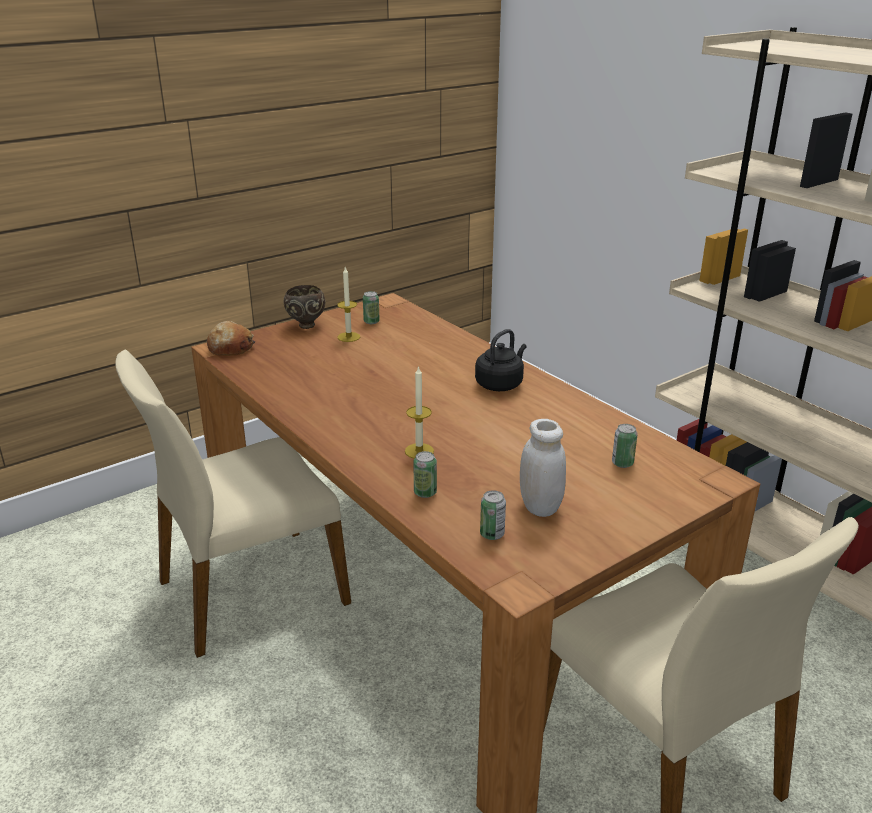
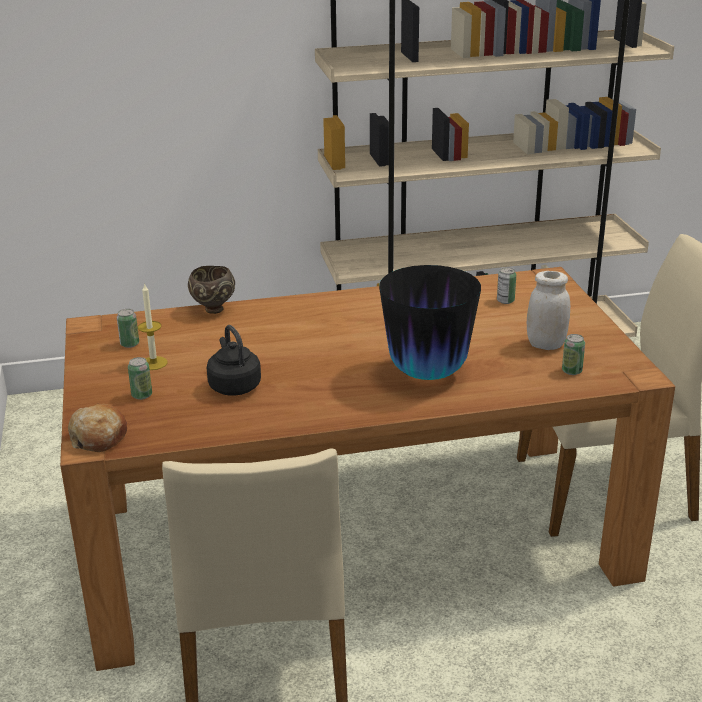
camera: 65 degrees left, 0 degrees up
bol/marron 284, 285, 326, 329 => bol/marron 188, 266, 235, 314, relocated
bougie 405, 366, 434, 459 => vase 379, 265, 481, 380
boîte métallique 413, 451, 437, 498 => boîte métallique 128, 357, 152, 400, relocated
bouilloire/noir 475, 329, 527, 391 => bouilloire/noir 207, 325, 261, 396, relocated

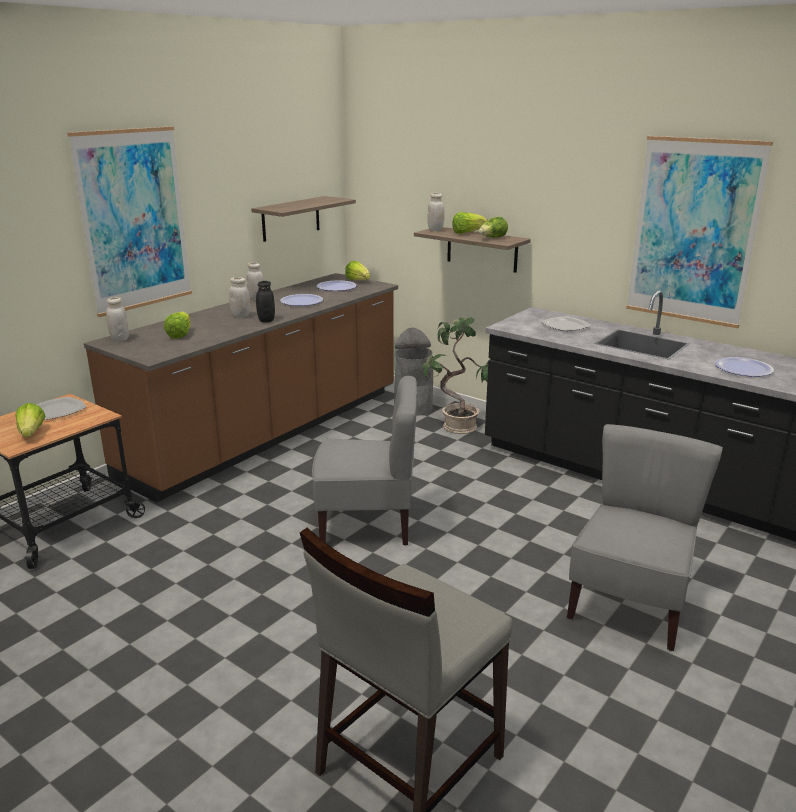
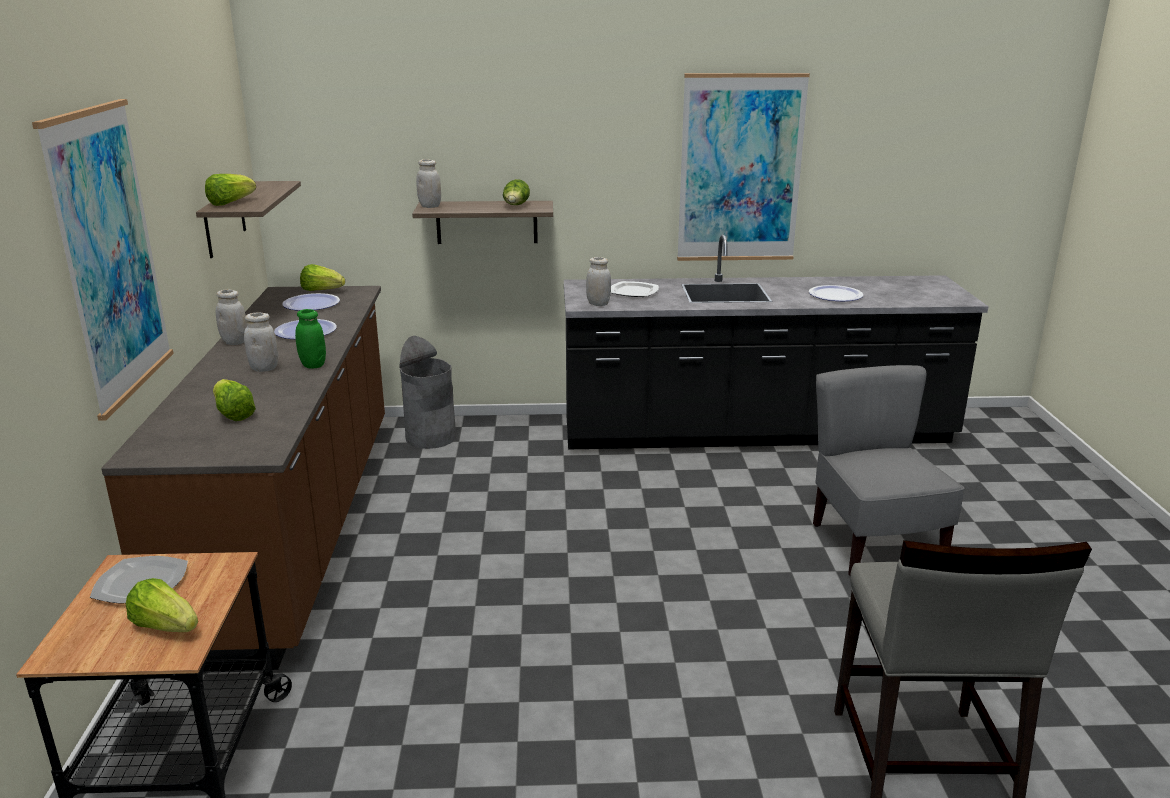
camera: 40 degrees left, 0 degrees up
bocal/blanc 106, 297, 129, 342 => bocal/blanc 586, 257, 611, 306, relocated
bocal/noir 256, 281, 275, 323 => bocal/vert 295, 309, 326, 369
chaise/gris 312, 376, 418, 545 => nothing
plante en pot 420, 317, 488, 434 => nothing
laitue 452, 212, 488, 234 => laitue 205, 174, 256, 206, relocated

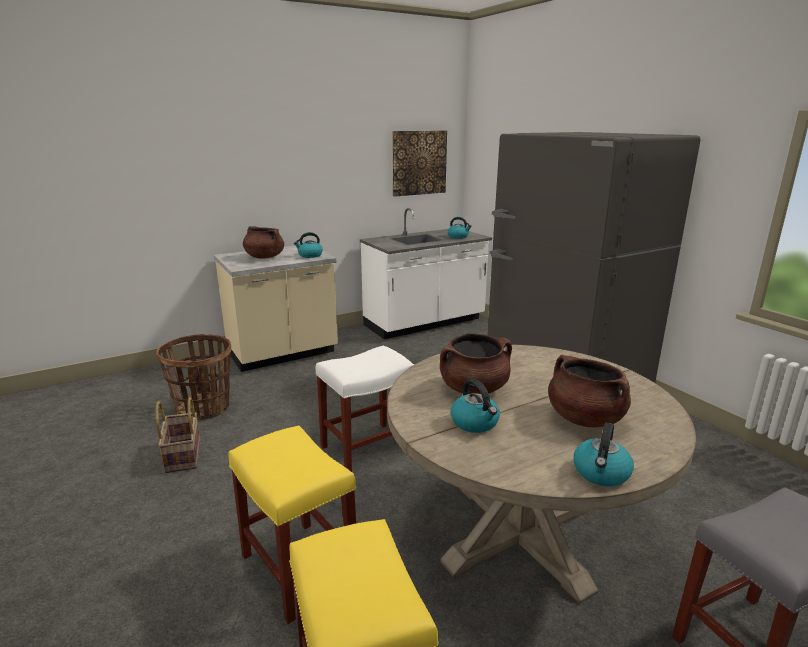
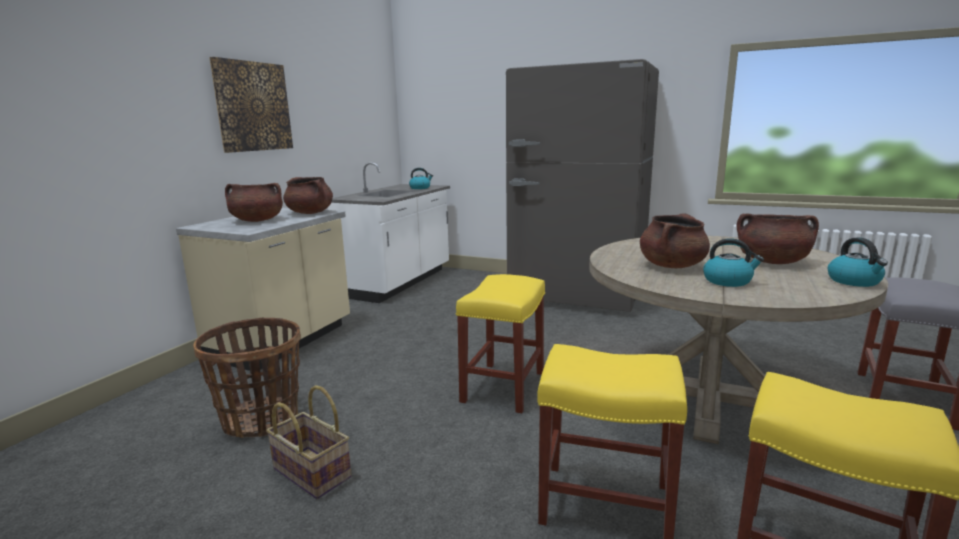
camera: 35 degrees left, 5 degrees down
bouilloire 294, 232, 323, 258 => marmite/marron 283, 177, 333, 214
tabouret/blanc 316, 346, 414, 472 => tabouret/jaune 456, 274, 545, 413
tableau 392, 130, 447, 197 => tableau 209, 57, 293, 153, relocated

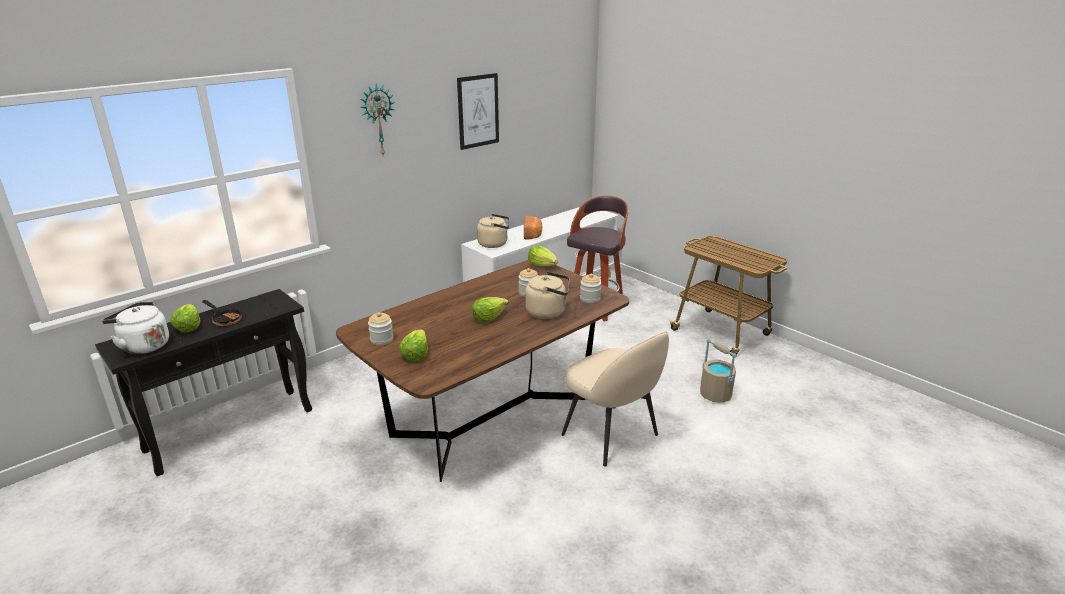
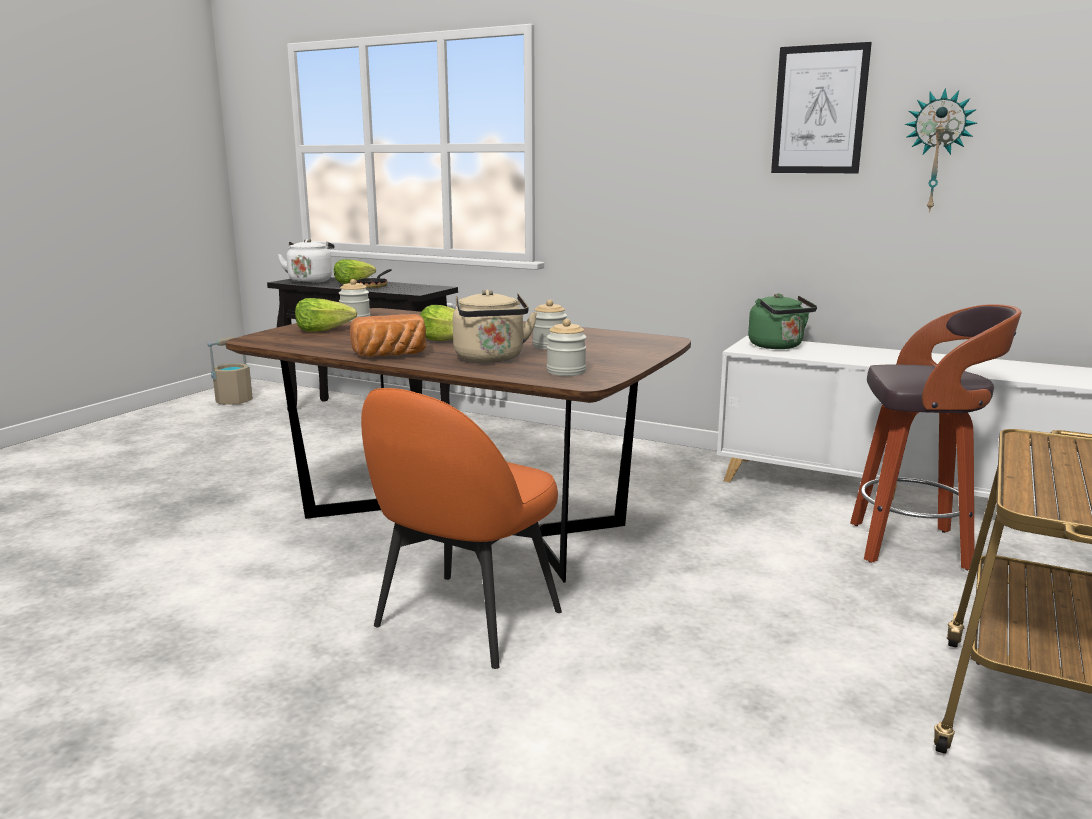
camera: 70 degrees right, 10 degrees down
horloge murale 360, 84, 395, 155 => horloge murale 905, 88, 977, 213, relocated
bouilloire/beige 477, 214, 509, 248 => bouilloire/vert 748, 293, 817, 349
pain 524, 216, 542, 239 => pain 350, 314, 426, 357, relocated
laitue 528, 245, 558, 266 => nothing
chaise/beige 562, 331, 669, 466 => chaise/orange 361, 388, 562, 669
seau/beige 700, 339, 737, 403 => seau/beige 208, 337, 253, 405, relocated

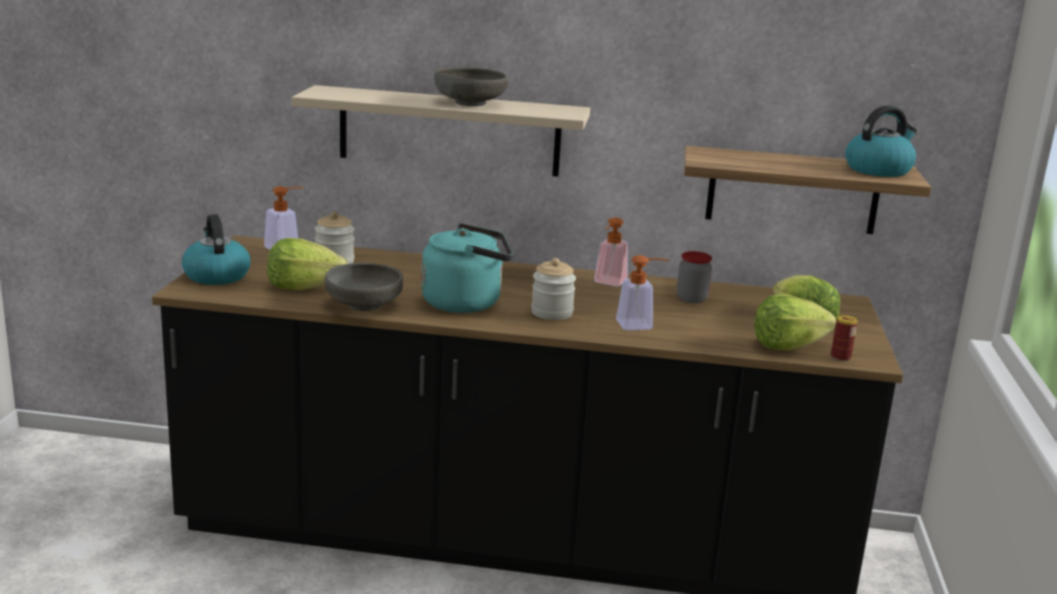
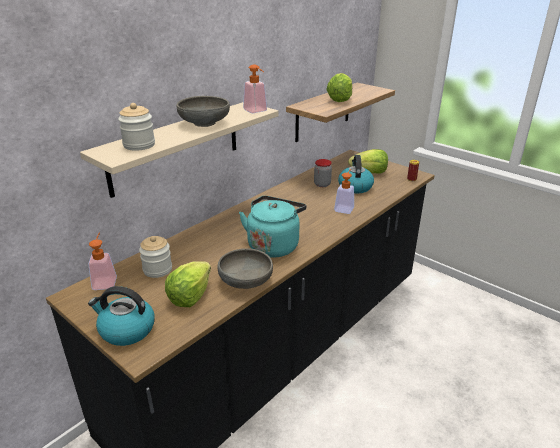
camera: 55 degrees left, 10 degrees up
bocal 531, 258, 576, 320 => bocal 118, 103, 155, 151, relocated
distributeur de savon 594, 218, 628, 287 => distributeur de savon 243, 65, 267, 113, relocated
laitue 754, 294, 836, 350 => laitue 326, 73, 352, 102, relocated
bouilloire 845, 106, 917, 177 => bouilloire 338, 155, 374, 193, relocated

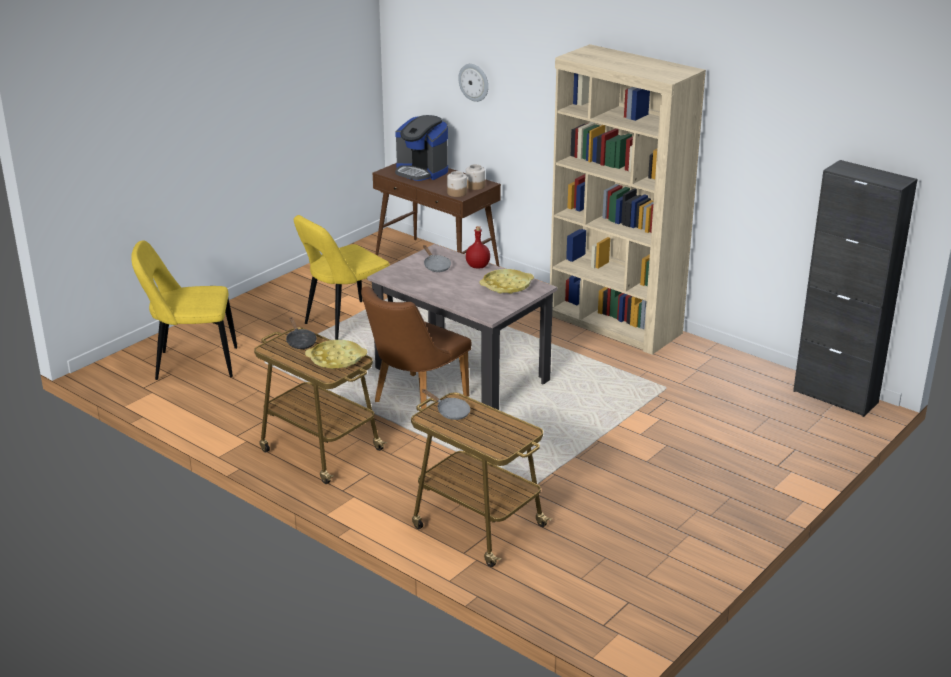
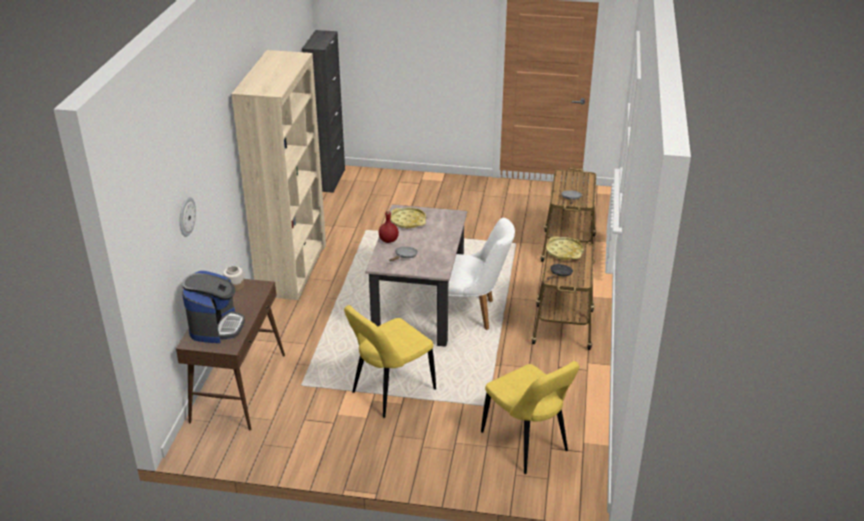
camera: 120 degrees left, 5 degrees up
chaise/jaune 294, 215, 393, 340 => chaise/jaune 344, 305, 436, 418, 120 degrees clockwise
chaise/marron 361, 286, 472, 409 => chaise/blanc 436, 218, 515, 330
bocal 447, 171, 467, 197 => nothing

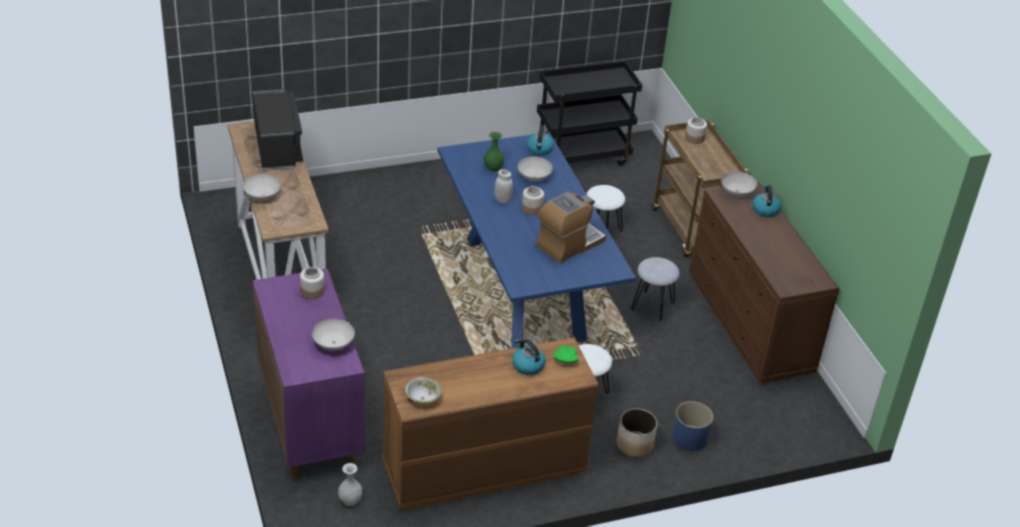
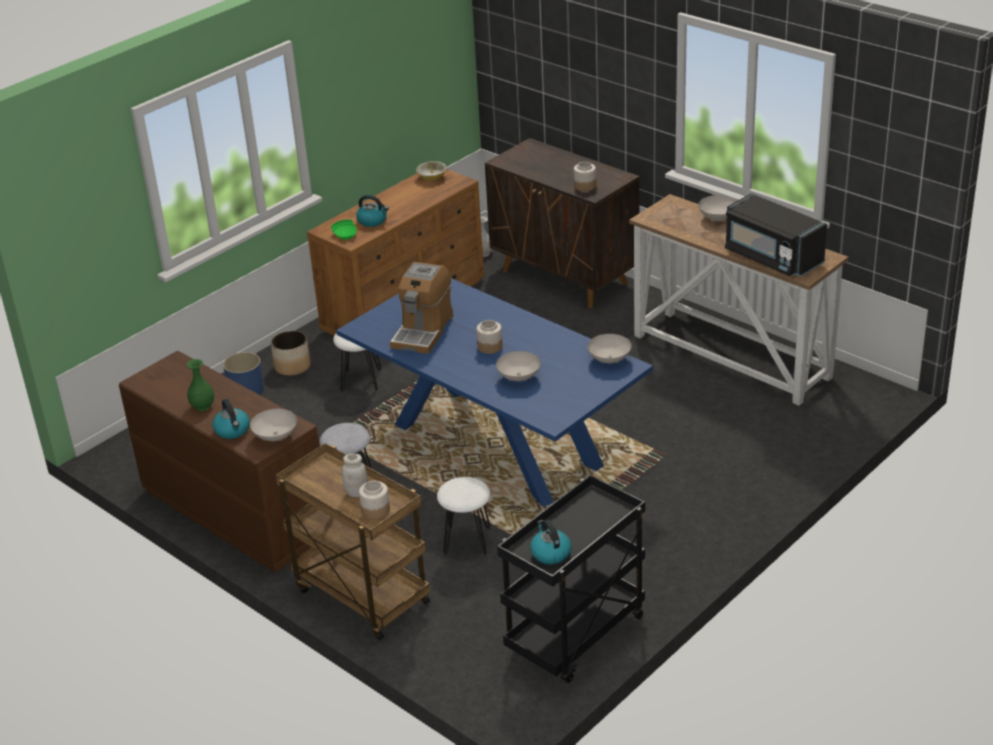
camera: 155 degrees right, 5 degrees down
meuble de rangement/violet 253, 269, 365, 477 => meuble de rangement/marron 485, 138, 640, 308
bol/blanc 312, 319, 355, 351 => bol/blanc 587, 334, 632, 363, relocated
vase/vert 484, 132, 504, 172 => vase/vert 187, 359, 214, 411, relocated
bocal/blanc 494, 169, 513, 204 => bocal/blanc 342, 453, 368, 497, relocated
bouilloire 526, 125, 554, 156 => bouilloire 530, 520, 572, 565, relocated

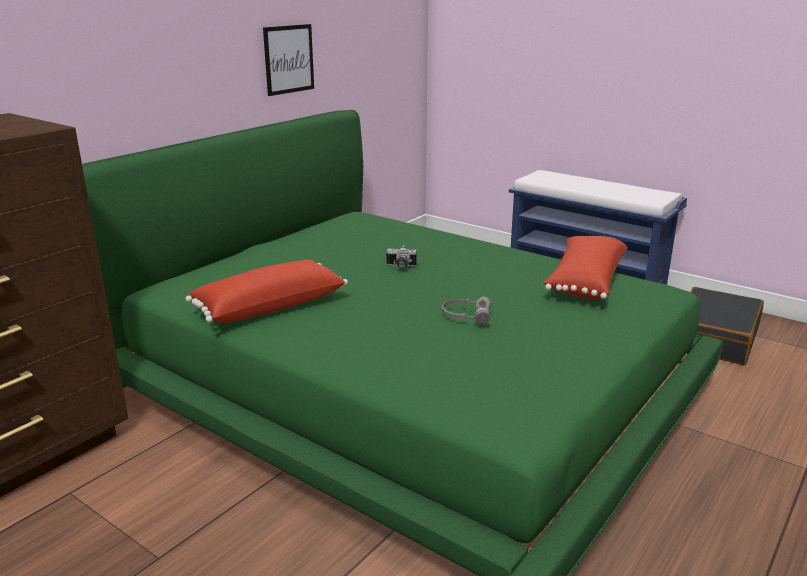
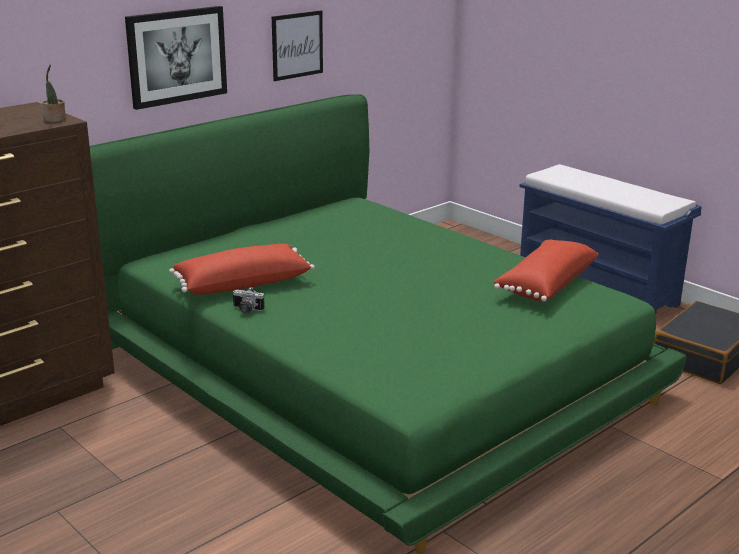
camera: 10 degrees right, 0 degrees up
appareil photo 386, 245, 417, 269 => appareil photo 233, 287, 265, 313, relocated
casque audio/gris 442, 296, 491, 324 => nothing
nothing => plante en pot 43, 64, 66, 122
nothing => tableau 125, 6, 227, 110

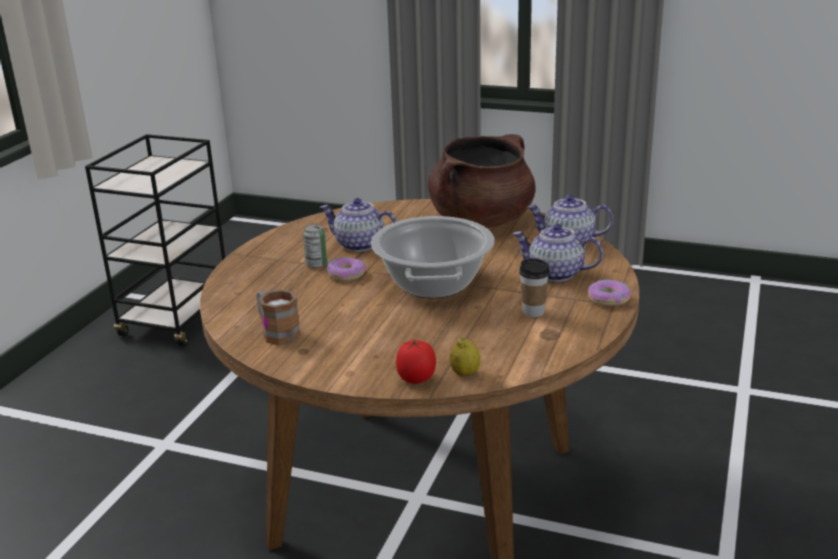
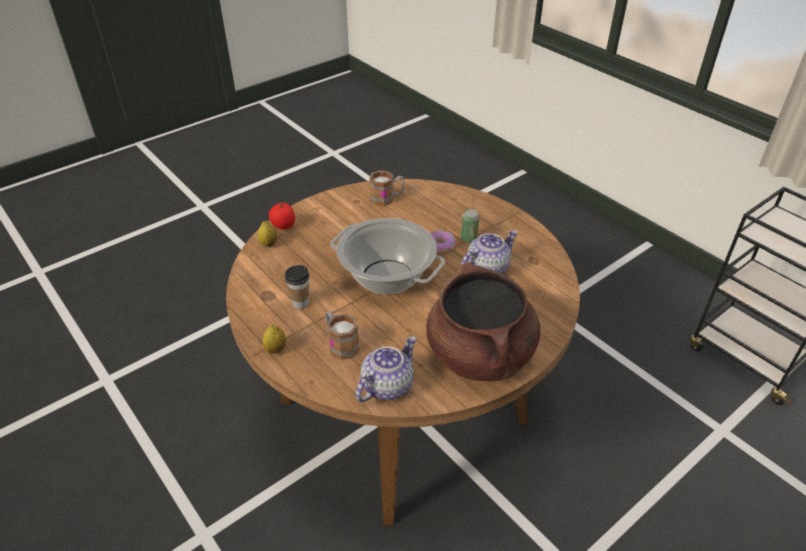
camera: 120 degrees right, 15 degrees up
théière 512, 224, 603, 282 => mug 325, 311, 360, 360
beignet 588, 279, 631, 306 => citron 263, 324, 286, 354

